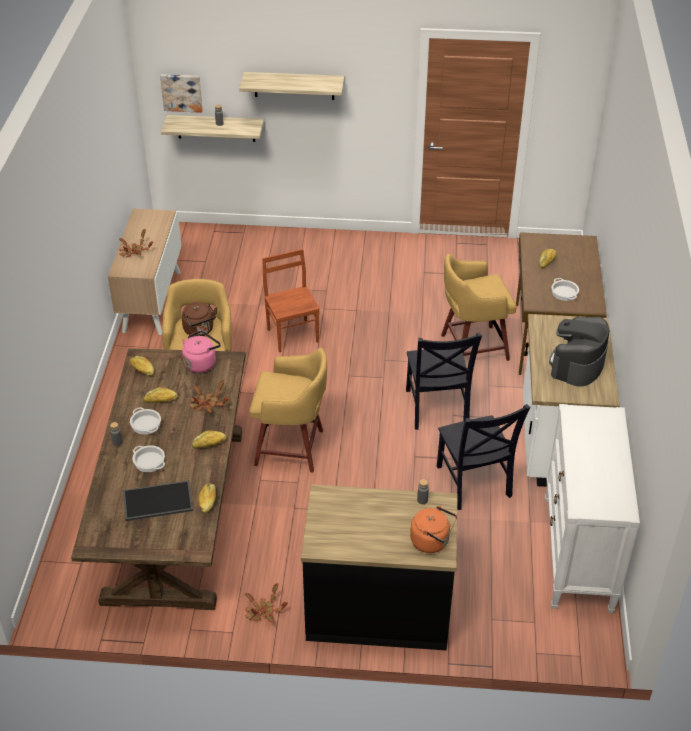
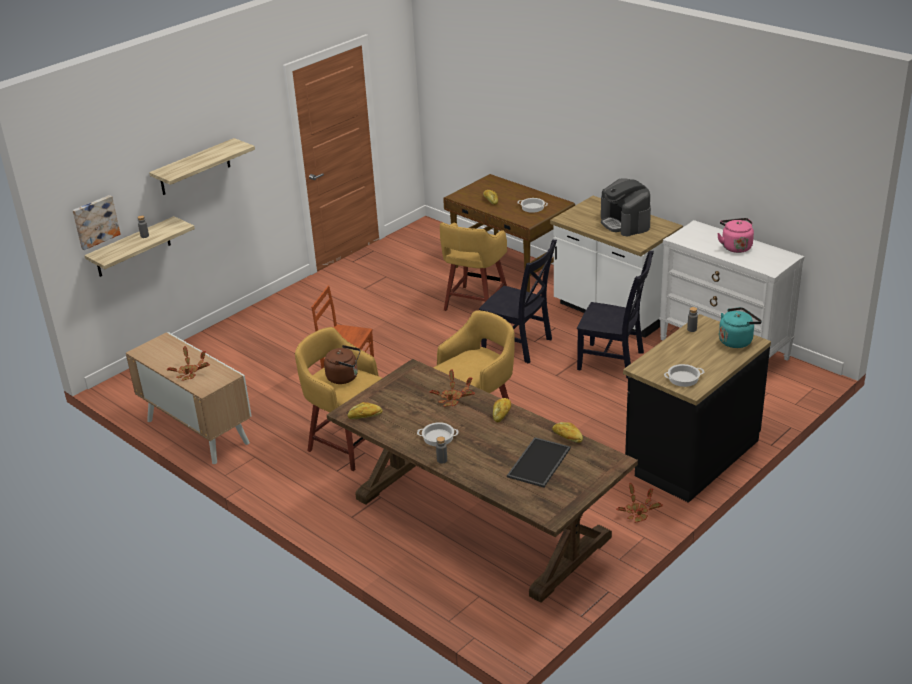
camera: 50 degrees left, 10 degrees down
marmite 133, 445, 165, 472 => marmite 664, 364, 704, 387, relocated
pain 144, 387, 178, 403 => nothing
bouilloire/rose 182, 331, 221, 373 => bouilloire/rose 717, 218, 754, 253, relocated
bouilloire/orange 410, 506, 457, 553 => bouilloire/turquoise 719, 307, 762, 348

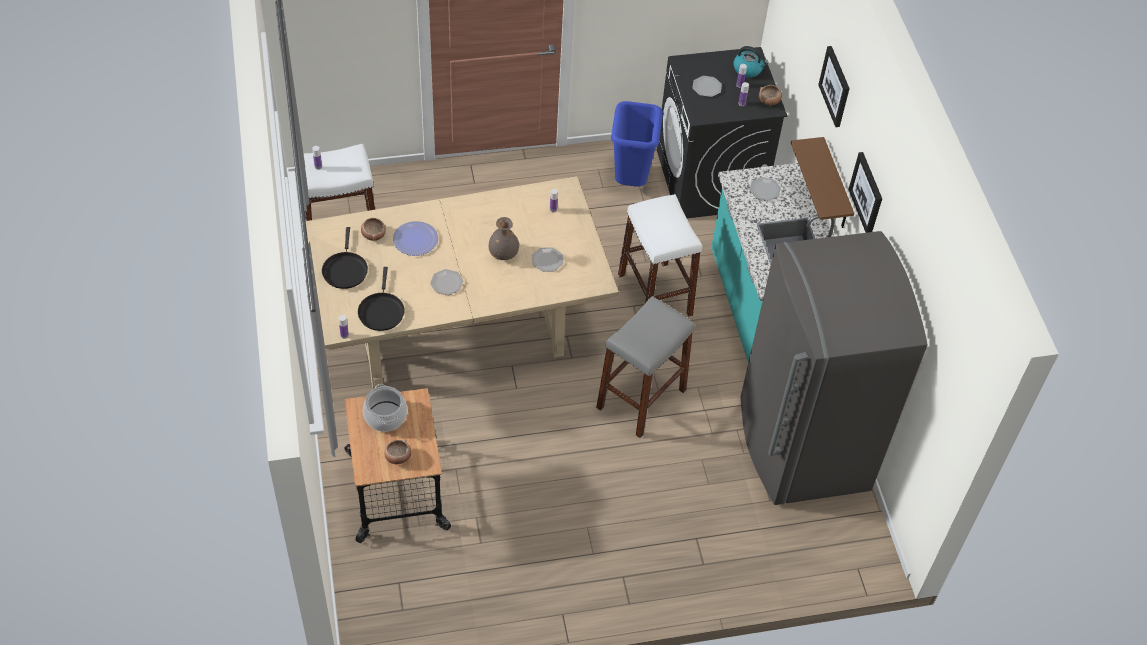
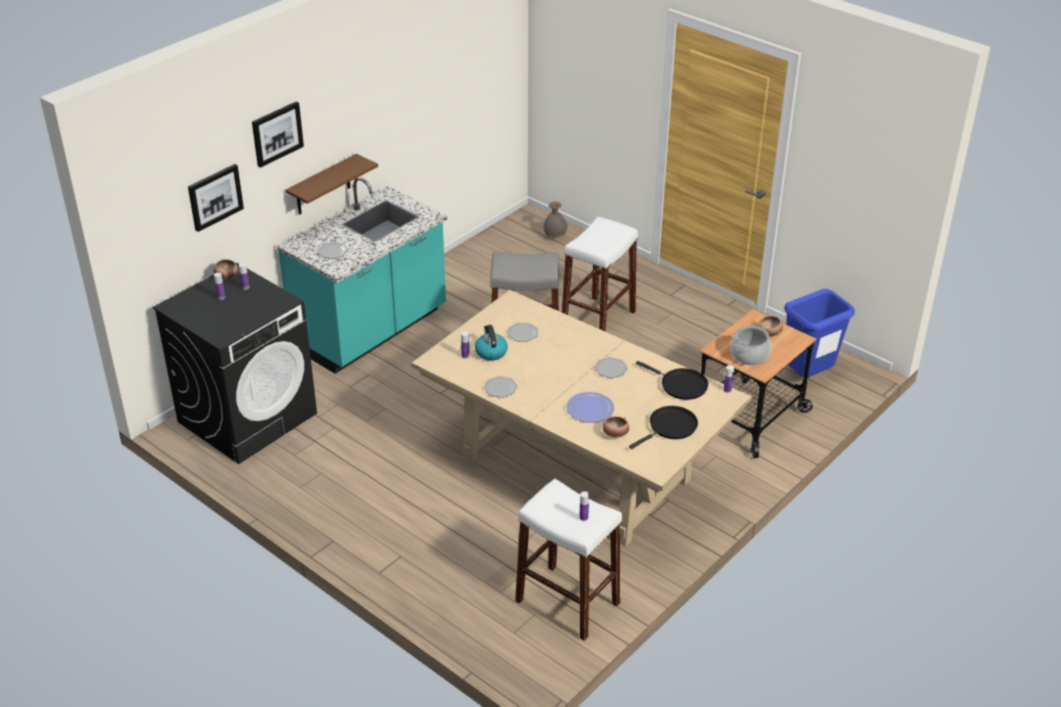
camera: 125 degrees left, 15 degrees down
poêle/noir 358, 267, 405, 331 => poêle/noir 636, 361, 708, 400, 75 degrees clockwise
vase/gris 489, 217, 519, 260 => vase/gris 544, 202, 567, 237, relocated
poubelle/bleu 611, 101, 663, 187 => poubelle/bleu 784, 289, 855, 376, relocated
tabouret/blanc 618, 194, 702, 317 => tabouret/blanc 562, 217, 638, 332, relocated
assiette 692, 76, 722, 97 => assiette 484, 376, 517, 398, relocated
bouilloire 733, 46, 769, 78 => bouilloire 475, 325, 508, 361, relocated
réfrigérateur/gris 740, 231, 928, 505 => nothing
tableau 848, 152, 882, 233 => tableau 188, 164, 244, 232, relocated

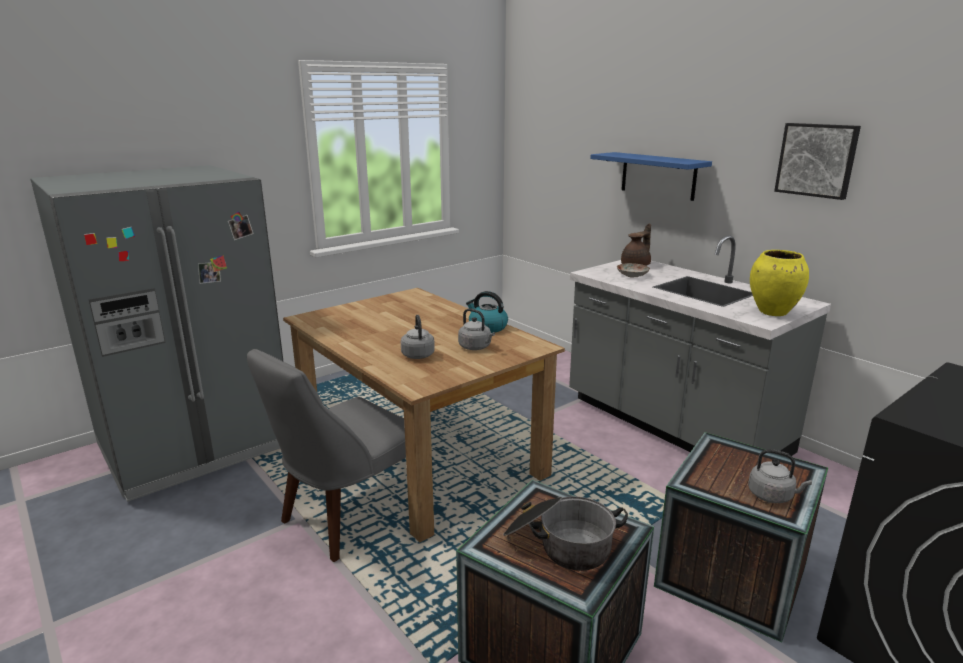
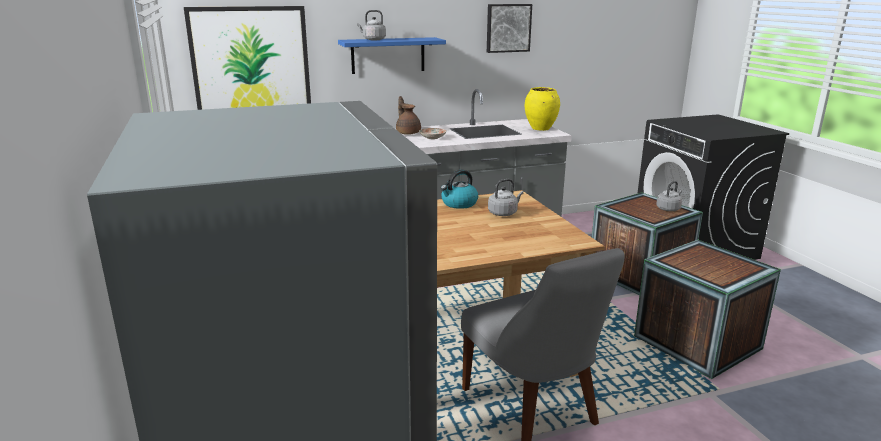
camera: 70 degrees left, 0 degrees up
bouilloire/gris 401, 315, 435, 359 => bouilloire/gris 357, 10, 386, 40, relocated
marmite 503, 496, 628, 571 => nothing
nothing => tableau 184, 6, 311, 110

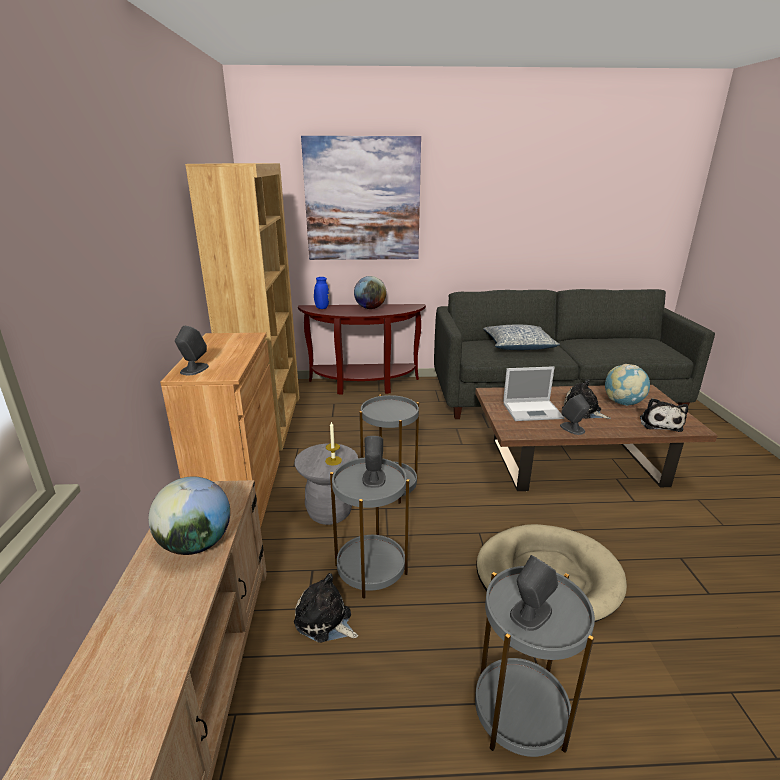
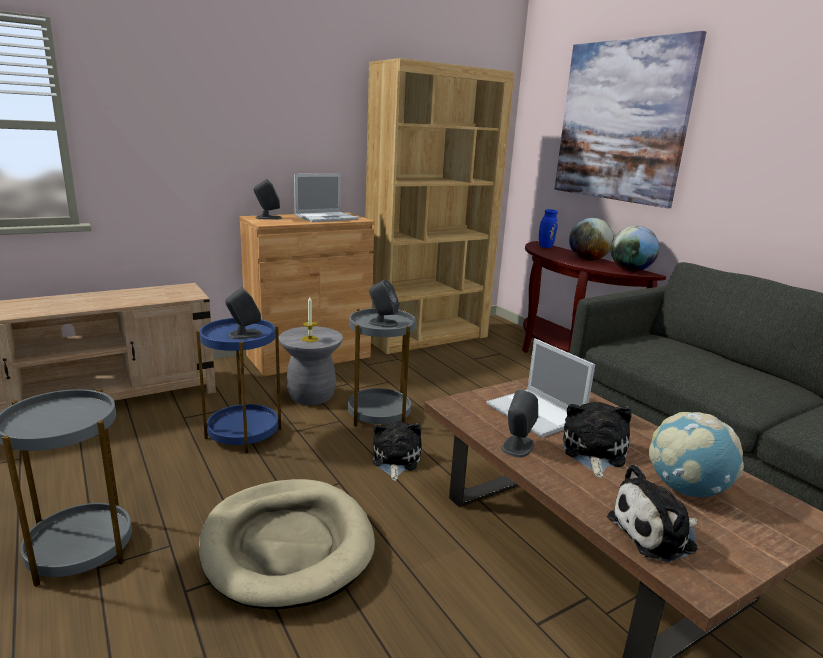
camera: 60 degrees right, 5 degrees down
globe 148, 477, 230, 555 => globe 611, 226, 659, 271, relocated
peluche 294, 573, 358, 643 => peluche 373, 421, 421, 481, relocated
table d'appoint/gris 330, 457, 409, 598 => table d'appoint/bleu 196, 318, 281, 453
coussin 483, 325, 560, 350 => nothing
enceinte/gris 510, 555, 558, 631 => enceinte/gris 369, 280, 399, 328, relocated
nothing => ordinateur portable 294, 174, 358, 222

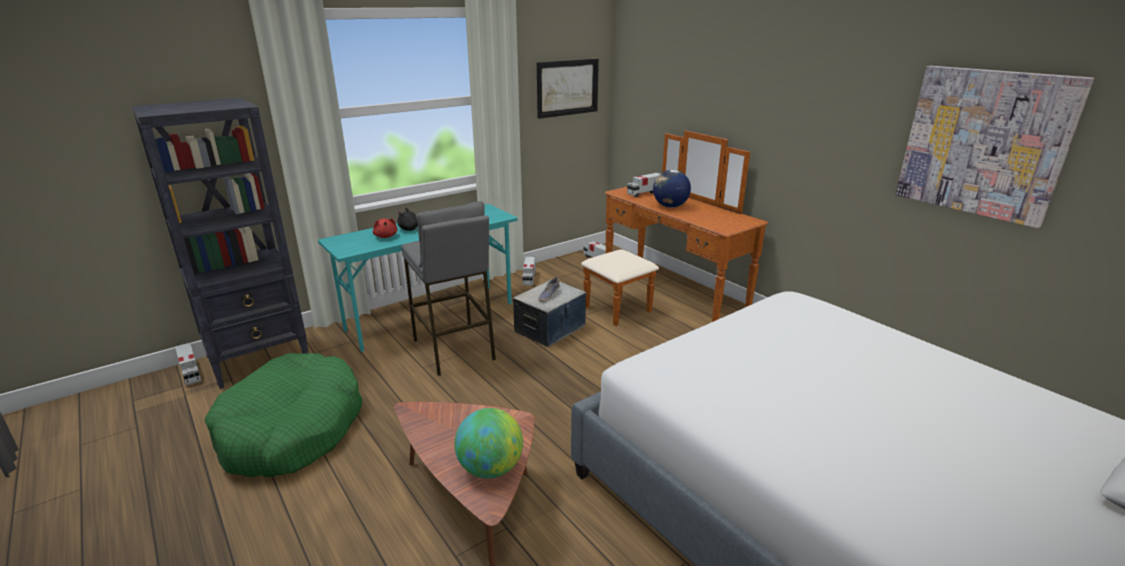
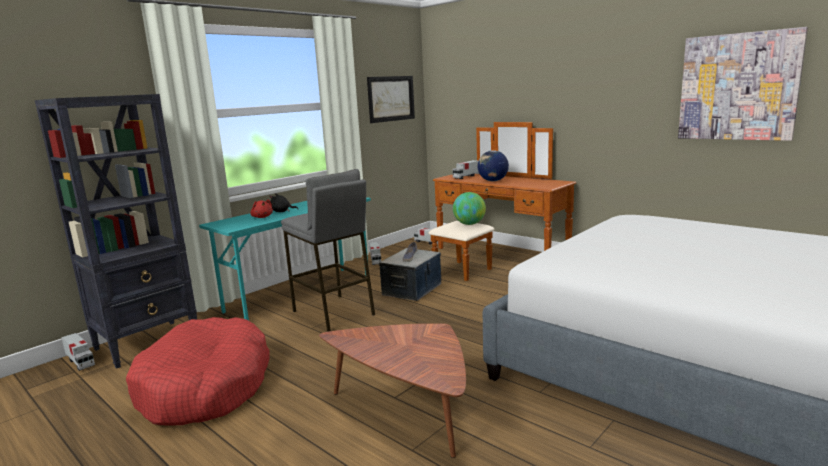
camera: 10 degrees left, 10 degrees down
panier pour chien/vert 205, 353, 362, 477 => panier pour chien/rouge 126, 317, 270, 426
globe 454, 408, 523, 479 => globe 453, 192, 486, 225, relocated

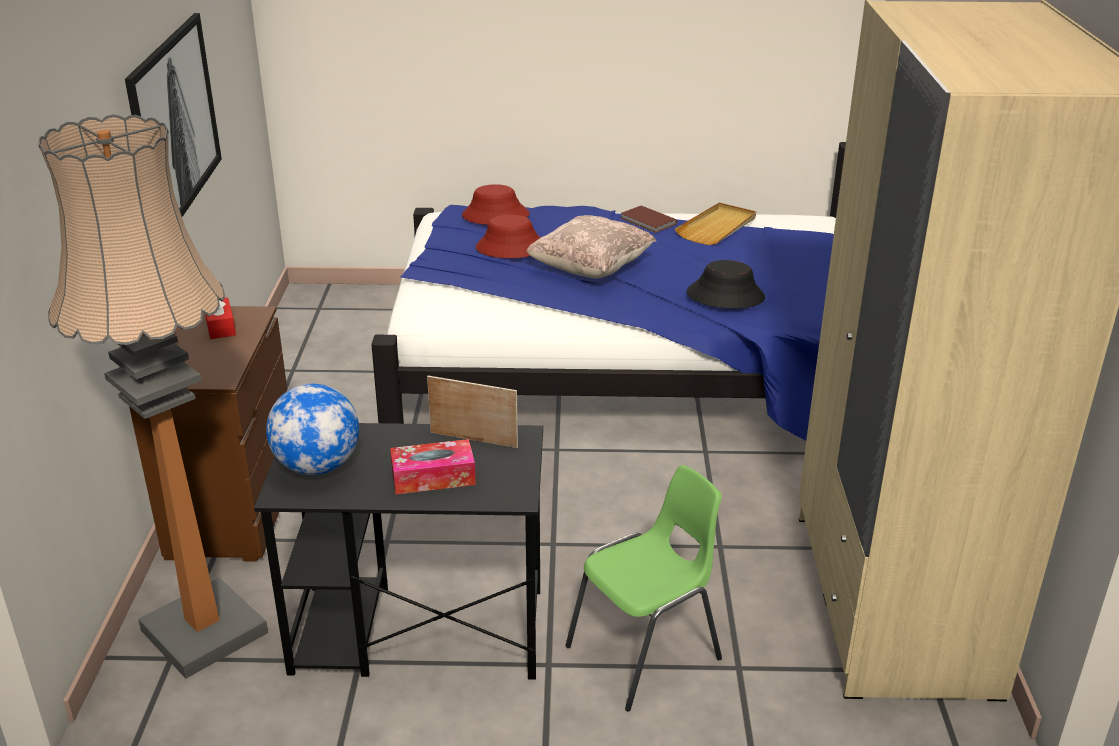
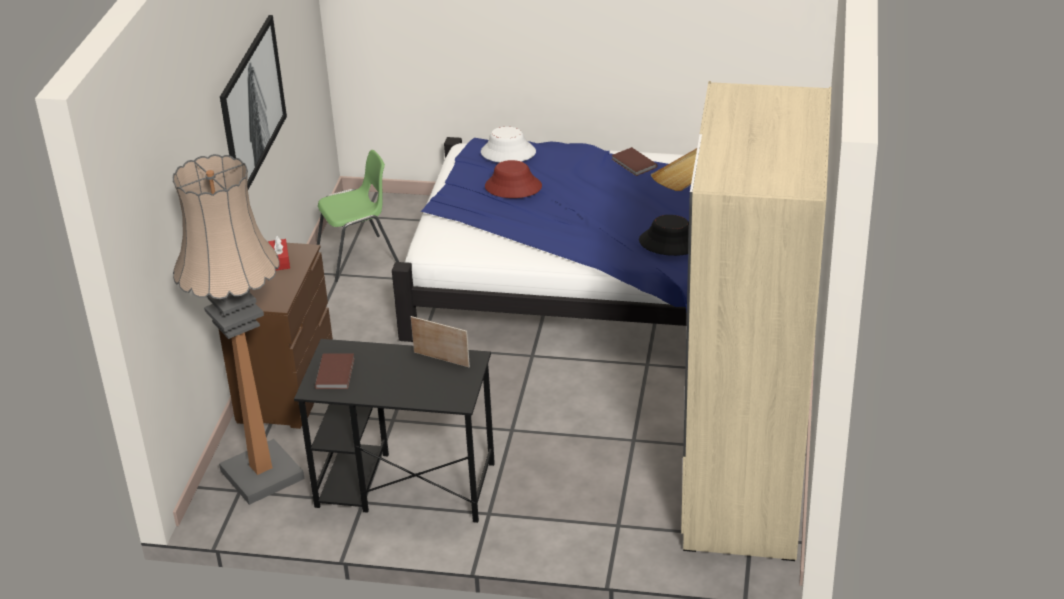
camera: 10 degrees right, 5 degrees up
globe 266, 384, 359, 475 => livre/marron 315, 353, 355, 389
boîte à mouchoirs 390, 439, 476, 494 => nothing
chapeau/rouge 462, 184, 530, 225 => chapeau/blanc 481, 127, 536, 163
coussin/beige 526, 215, 656, 278 => nothing
chaise/vert 565, 465, 722, 711 => chaise/vert 317, 150, 399, 282, relocated

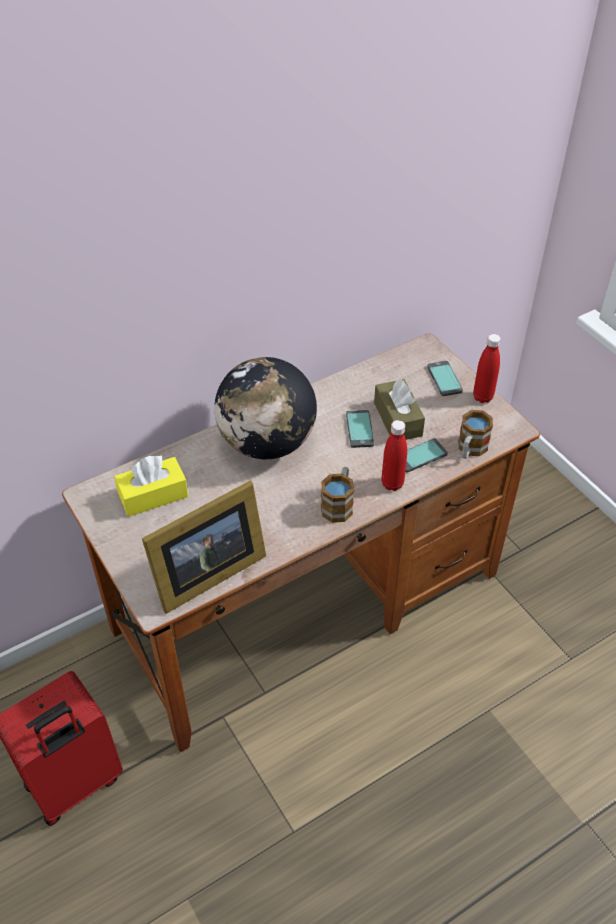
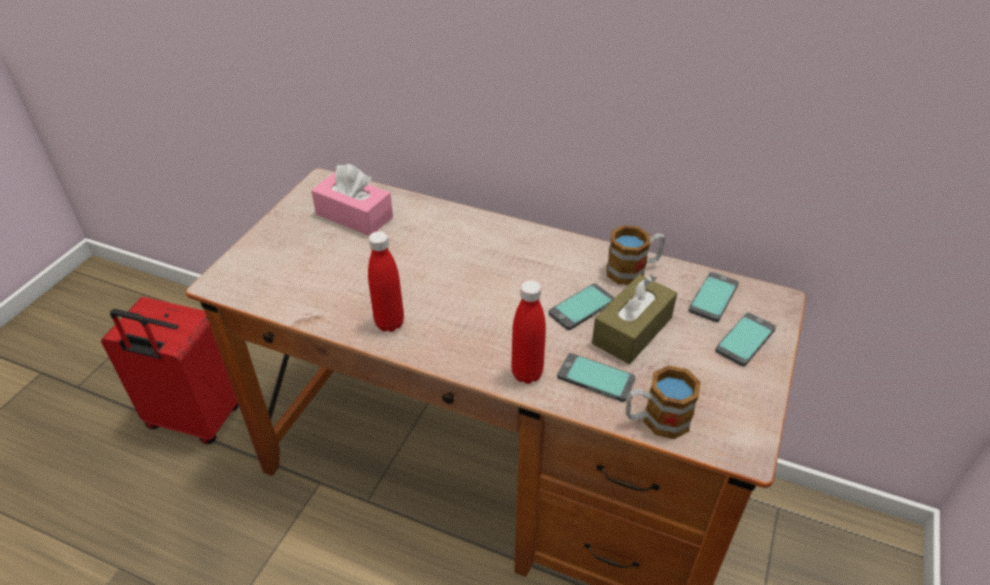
camera: 55 degrees right, 5 degrees down
boîte à mouchoirs/jaune 114, 455, 188, 517 => boîte à mouchoirs/rose 311, 164, 393, 236
cadre photo 142, 480, 266, 614 => nothing
globe 214, 357, 317, 459 => nothing
mug 321, 467, 354, 523 => mug 606, 225, 665, 285, relocated
bouteille/rouge 473, 334, 501, 403 => bouteille/rouge 368, 231, 404, 332, relocated
nothing => téléphone 689, 272, 739, 322

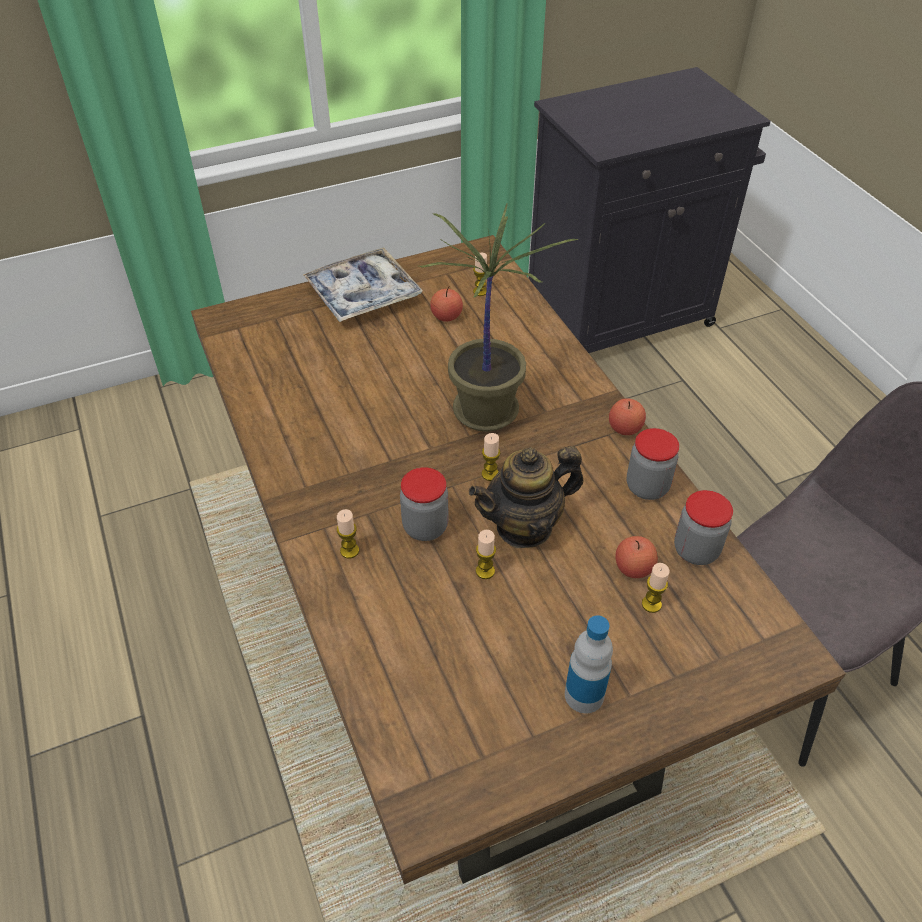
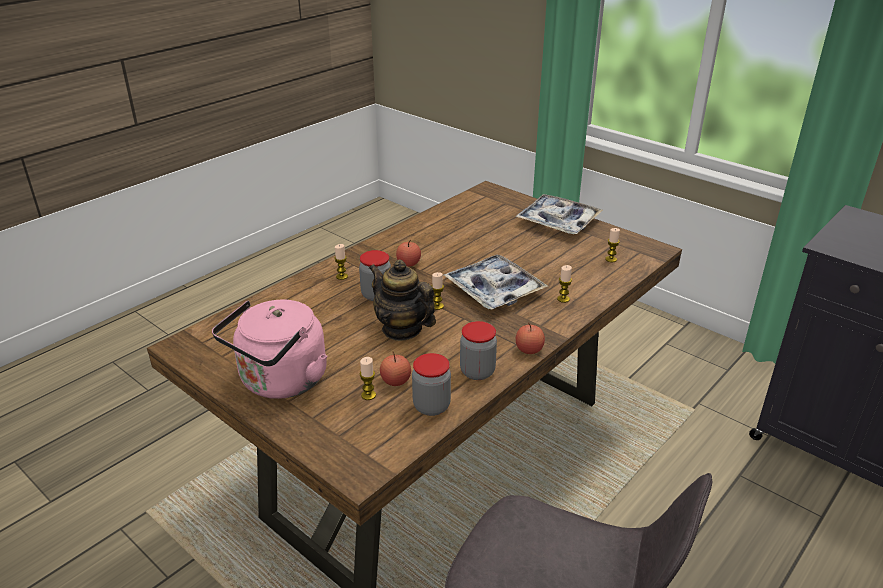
camera: 65 degrees right, 15 degrees down
plante en pot 419, 204, 578, 432 => plateau 444, 255, 548, 309
pomme 430, 286, 463, 321 => pomme 396, 240, 421, 266, relocated
bougie 476, 530, 496, 579 => bougie 557, 265, 572, 303, relocated
bouteille 565, 615, 613, 713 => bouilloire/rose 212, 300, 327, 399

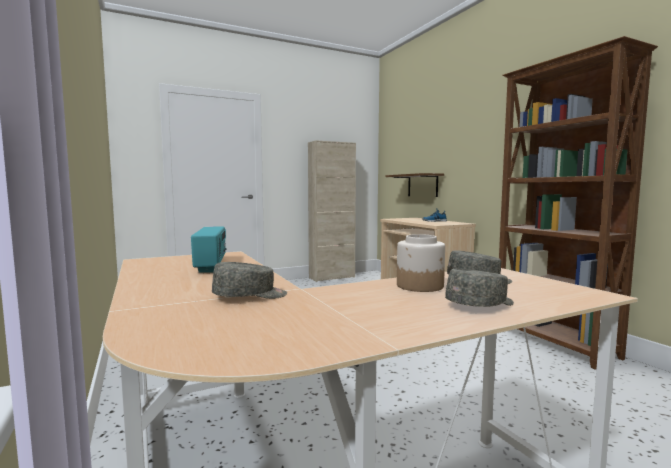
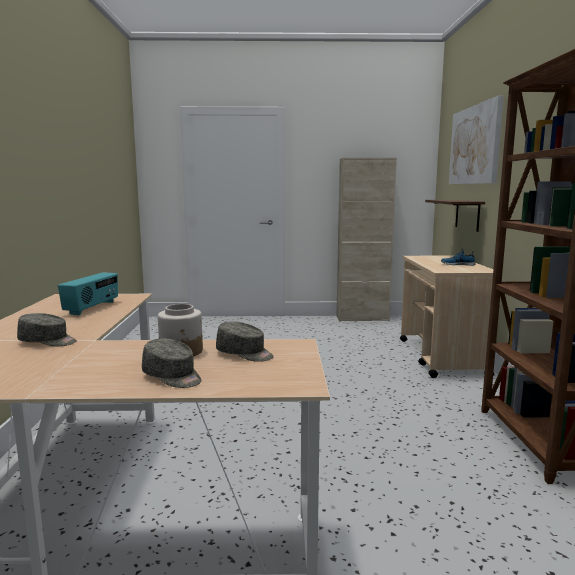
camera: 25 degrees right, 5 degrees up
casquette/gris 445, 269, 514, 307 => casquette/gris 142, 339, 202, 388, 45 degrees clockwise
nothing => tableau 449, 95, 504, 184

